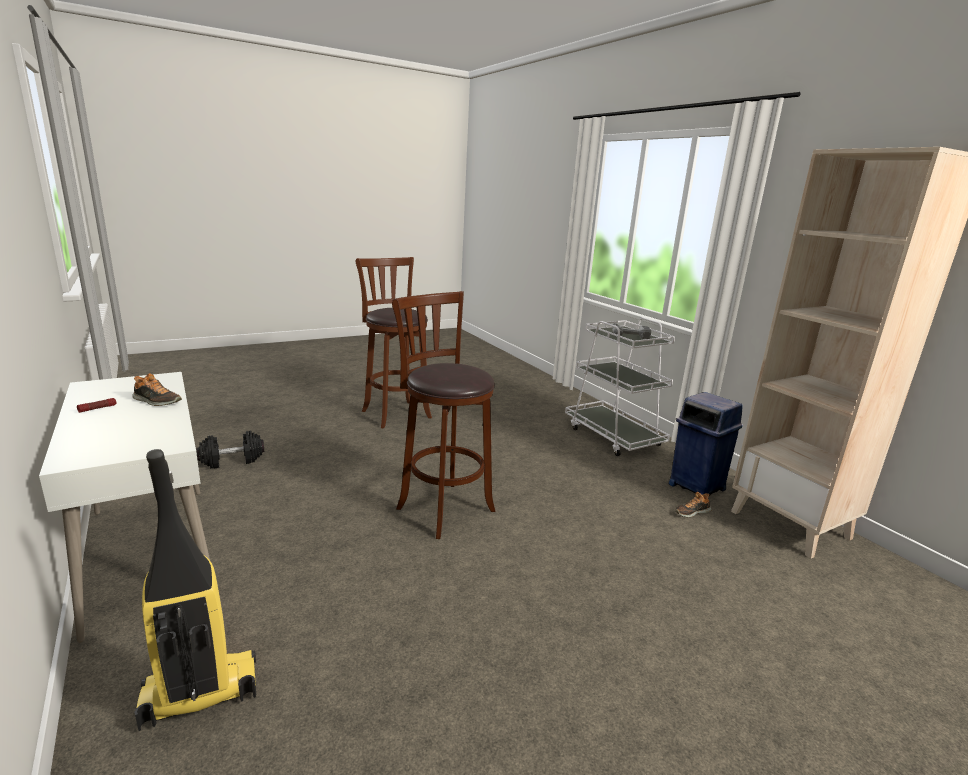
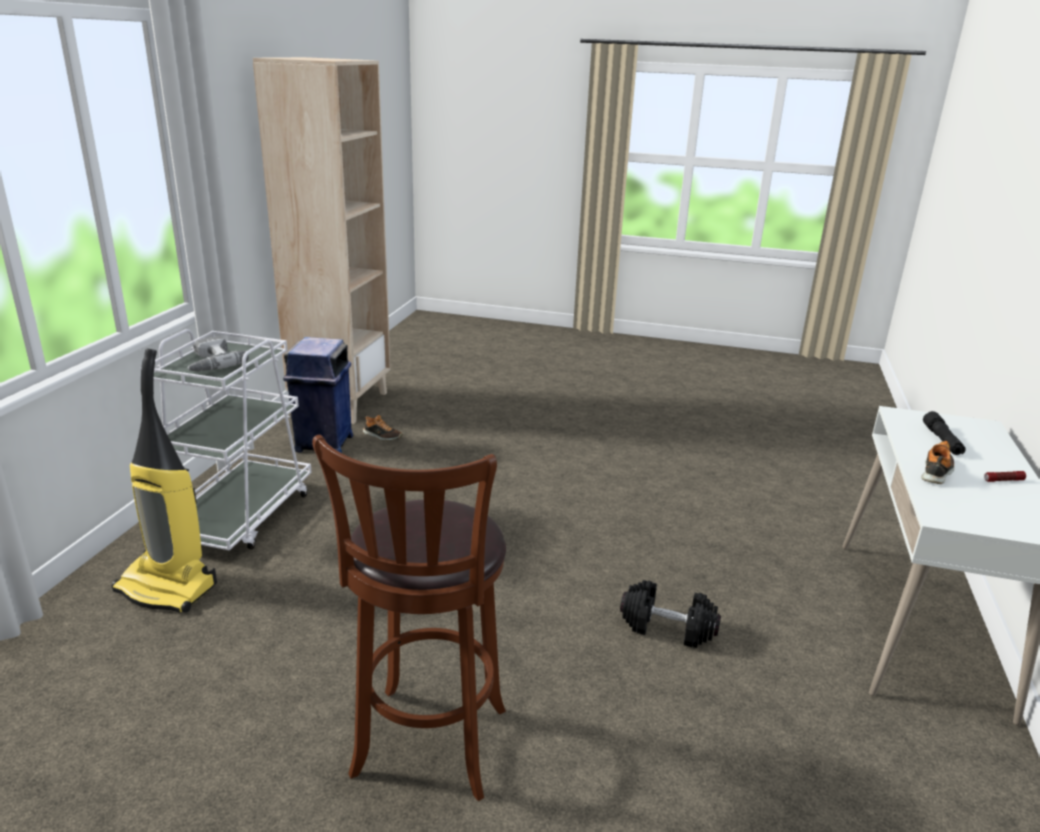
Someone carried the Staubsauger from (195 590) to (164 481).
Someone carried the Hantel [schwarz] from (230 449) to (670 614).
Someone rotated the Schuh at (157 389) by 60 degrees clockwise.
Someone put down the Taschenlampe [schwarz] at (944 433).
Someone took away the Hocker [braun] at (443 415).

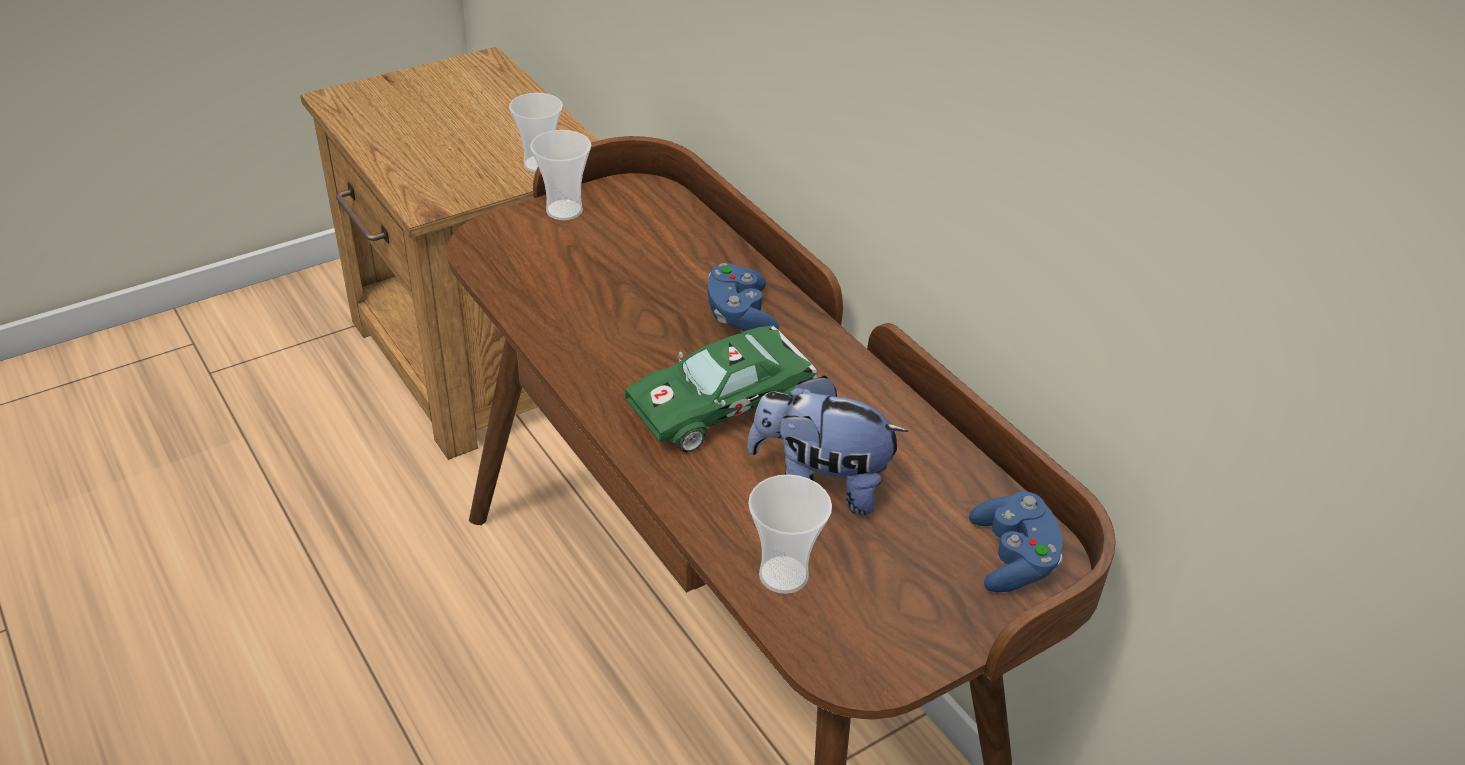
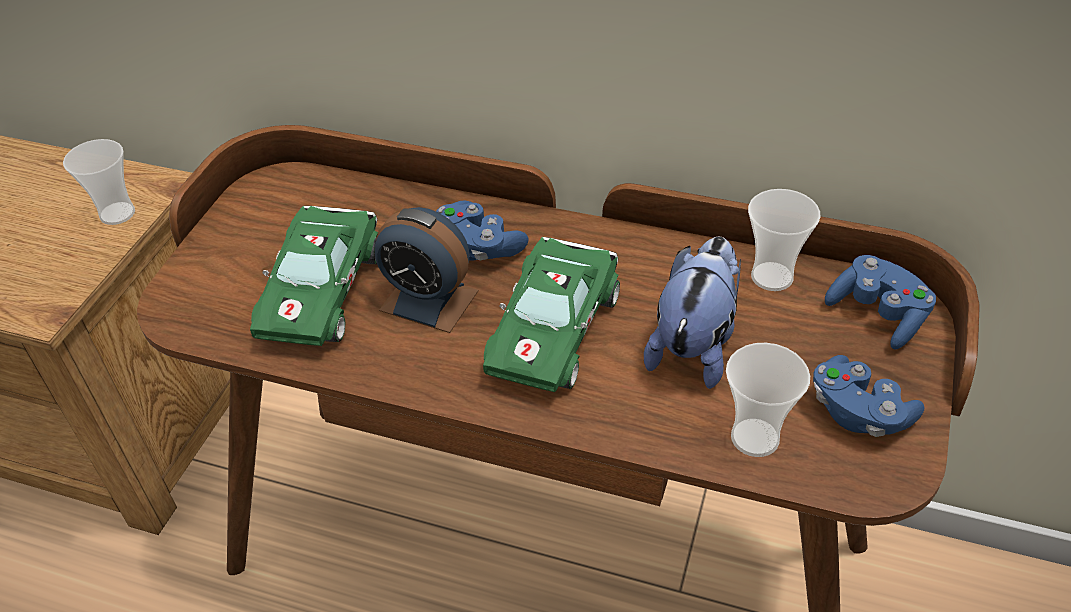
Someone put down the Spielzeugauto [grün] at (314 276).
Someone put down the Wecker at (427 270).
Someone rotated the Plüschtier at (827 445) by 135 degrees clockwise.
Someone carried the Tasse from (560 175) to (784 240).
Someone put down the Gamepad [blau] at (868 396).

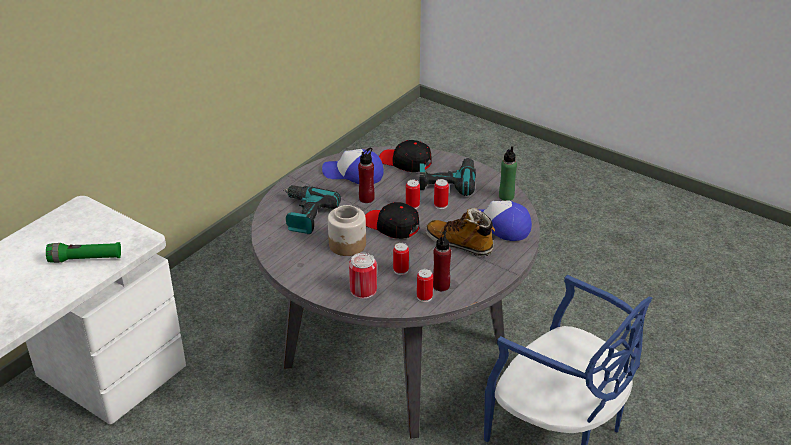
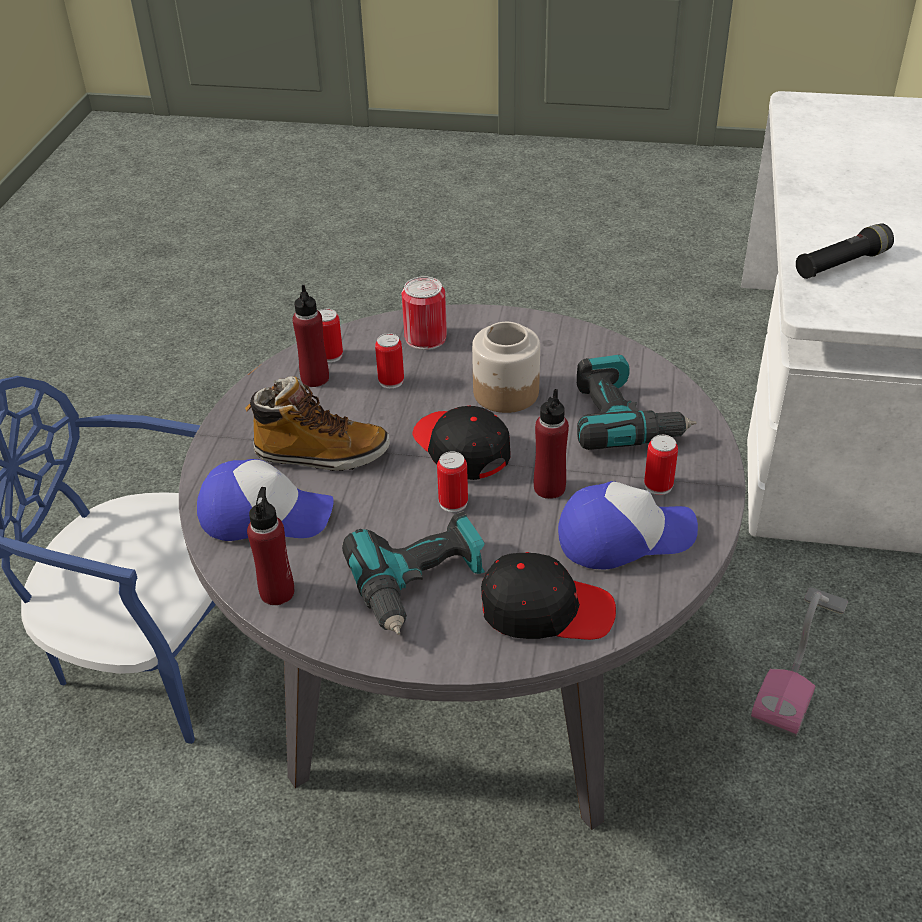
Someone repainted the Flasche [grün] at (508 173), which became the Flasche [rot] at (270 546).
Someone rotated the Kappe [schwarz] at (392 220) by 135 degrees counterclockwise.
Someone carried the Dose from (441 194) to (661 465).
Someone put down the Staubsauger at (799 662).
Someone repainted the Taschenlampe [grün] at (83 252), which became the Taschenlampe [schwarz] at (845 251).

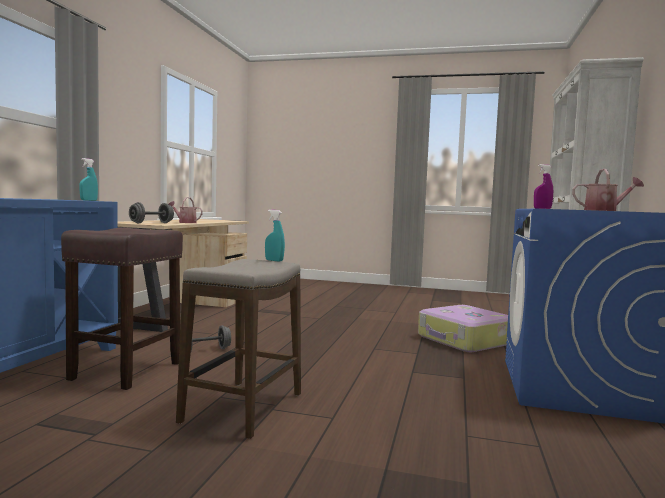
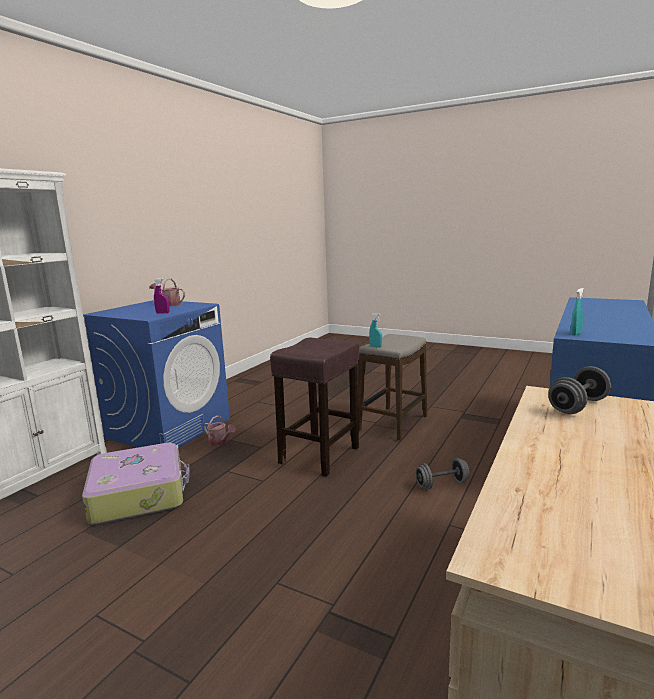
Someone carried the Gießkanne from (185 210) to (220 430).
Someone carried the Hocker [braun] from (122 309) to (314 407).

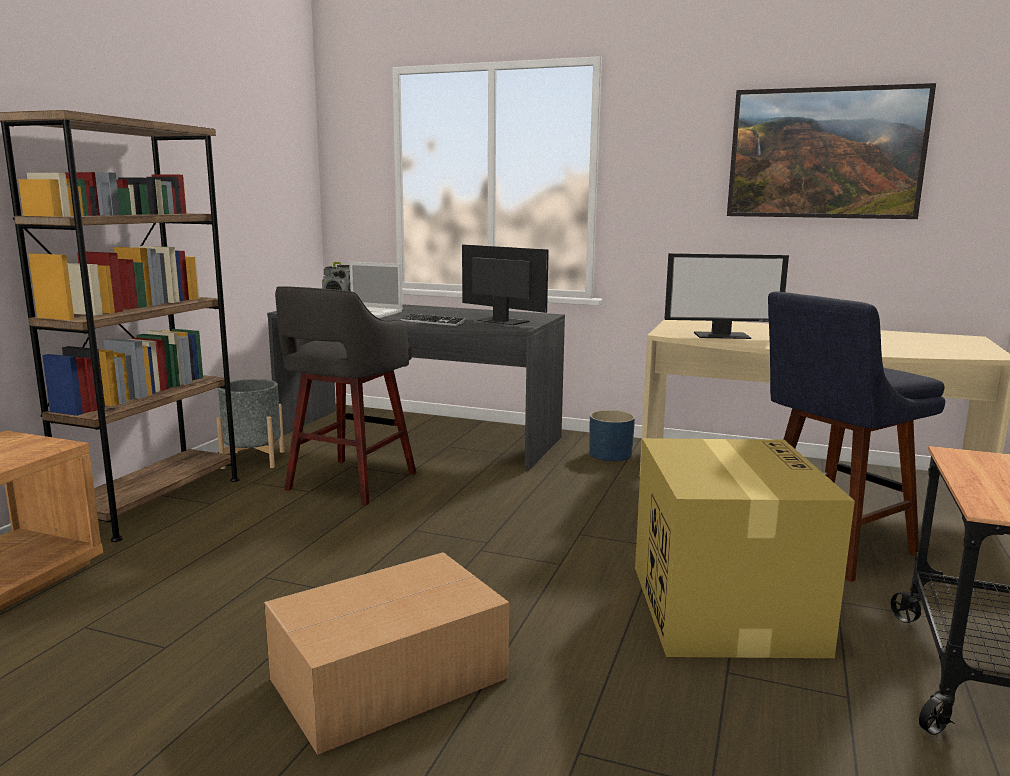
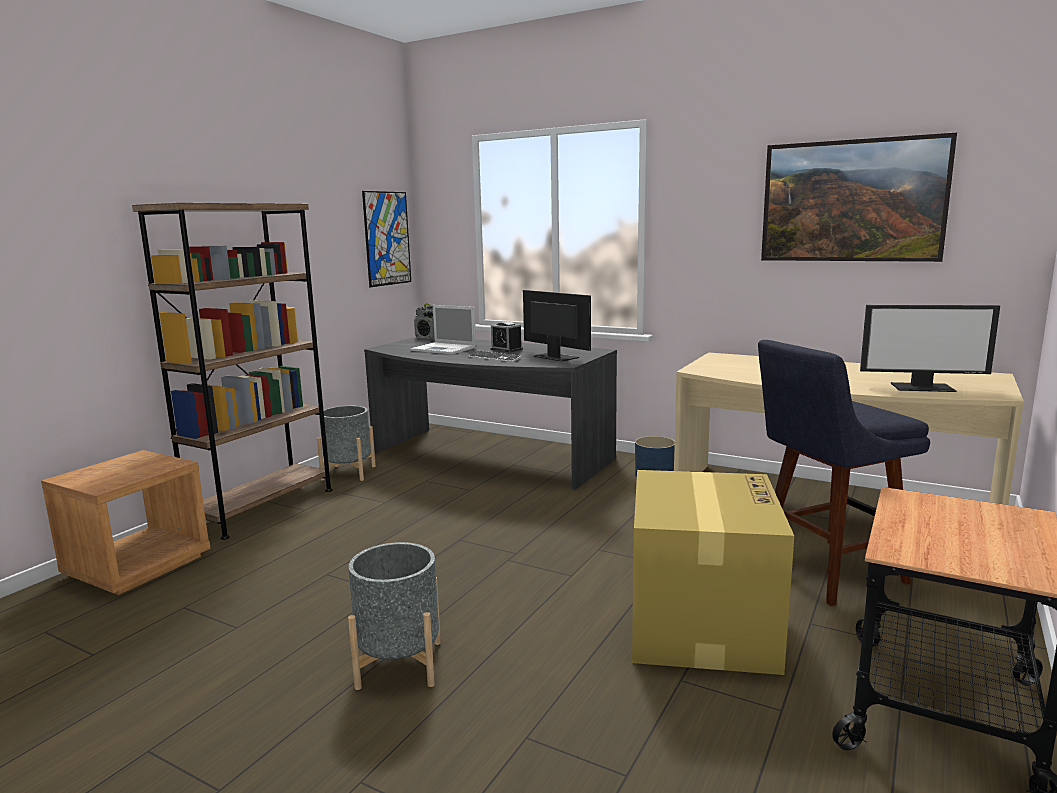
Someone swapped the Karton at (386 653) for the Pflanzkübel [grau] at (394 616).
Someone put up the Bild at (386 239).
Someone put down the Wecker at (507 337).
Someone carried the Monitor from (727 296) to (930 348).
Someone took away the Hocker [grau] at (345 395).

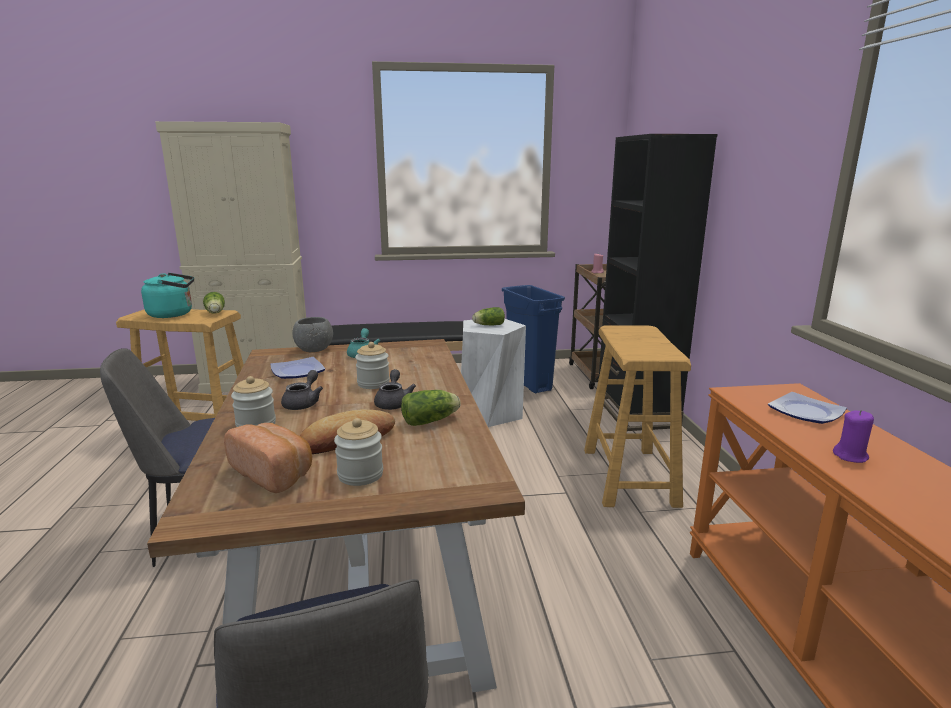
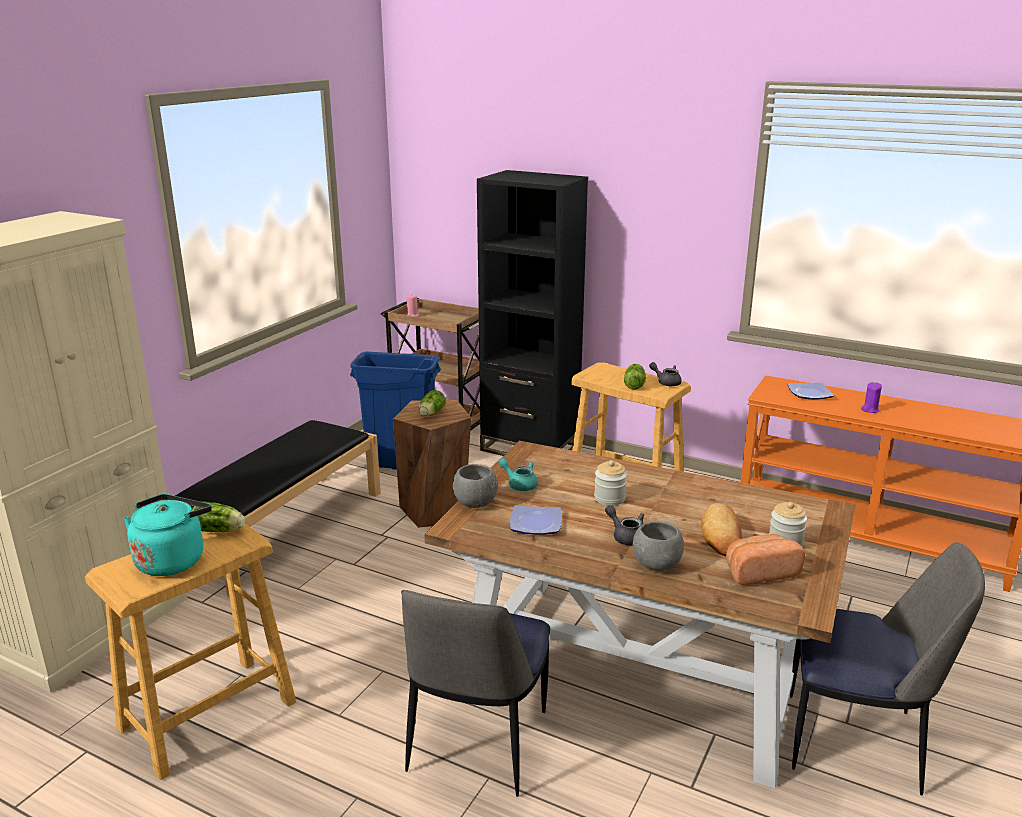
Someone repainted the Hocker [weiß] at (493 373), which became the Hocker [braun] at (432 464).
Someone carried the Salatkopf from (431 408) to (635 376).
Someone swapped the Vorratsglas at (253 401) for the Schüssel [grau] at (658 546).
Someone carried the Teekanne [grau] from (395 389) to (665 374).

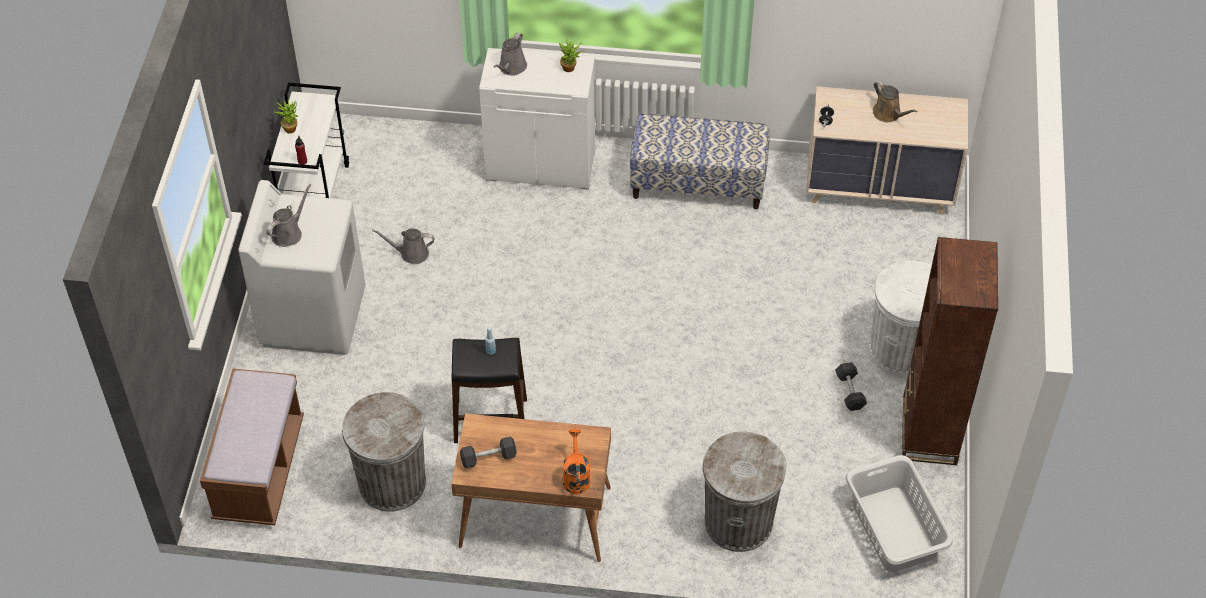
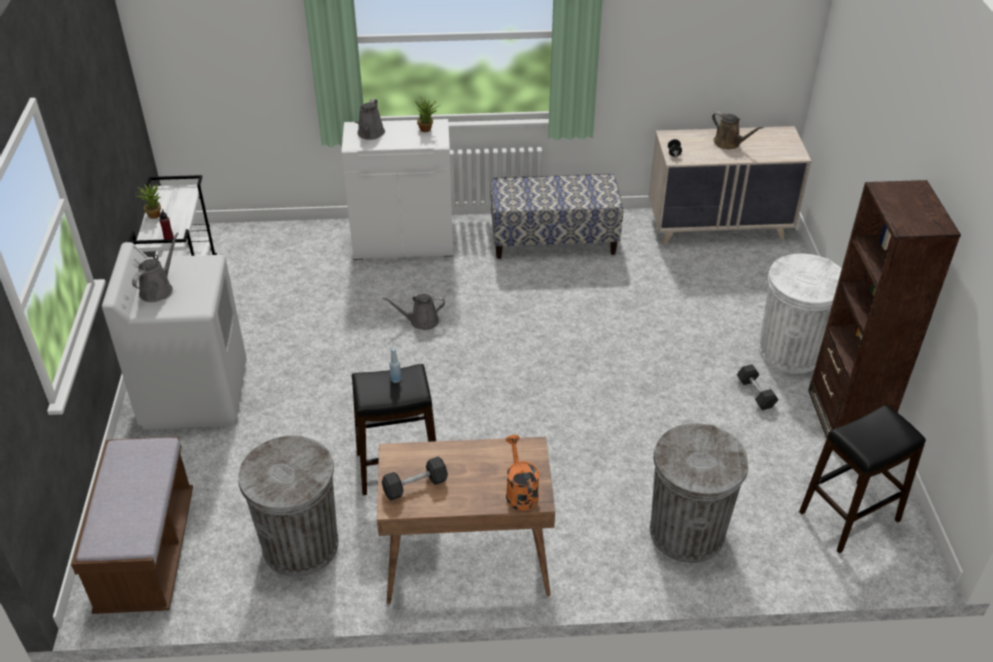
Someone carried the Gießkanne [grau] from (403 246) to (414 312).
Someone swapped the Wäschekorb [grau] at (899 513) for the Hocker [schwarz] at (862 479).

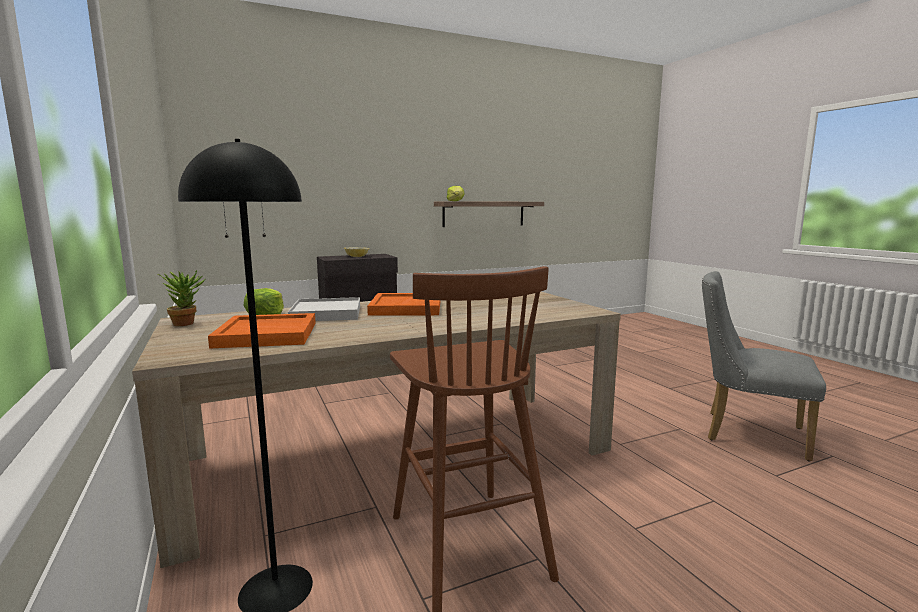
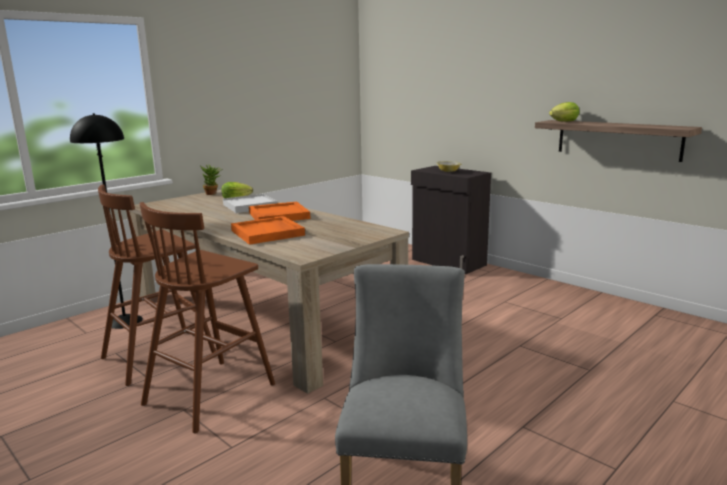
Someone put down the Hocker [braun] at (207 317).
Someone carried the Tablett [orange] from (262 331) to (268 230).

